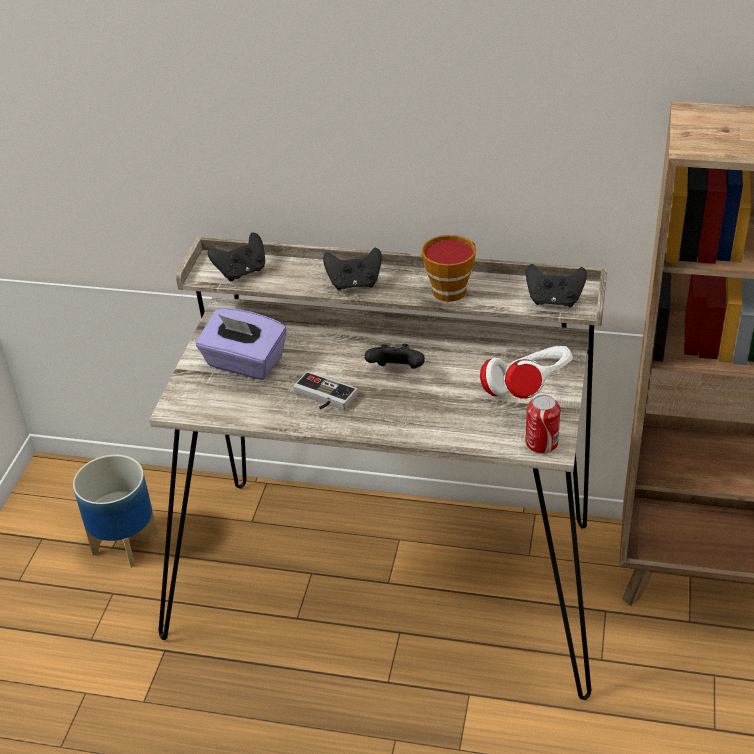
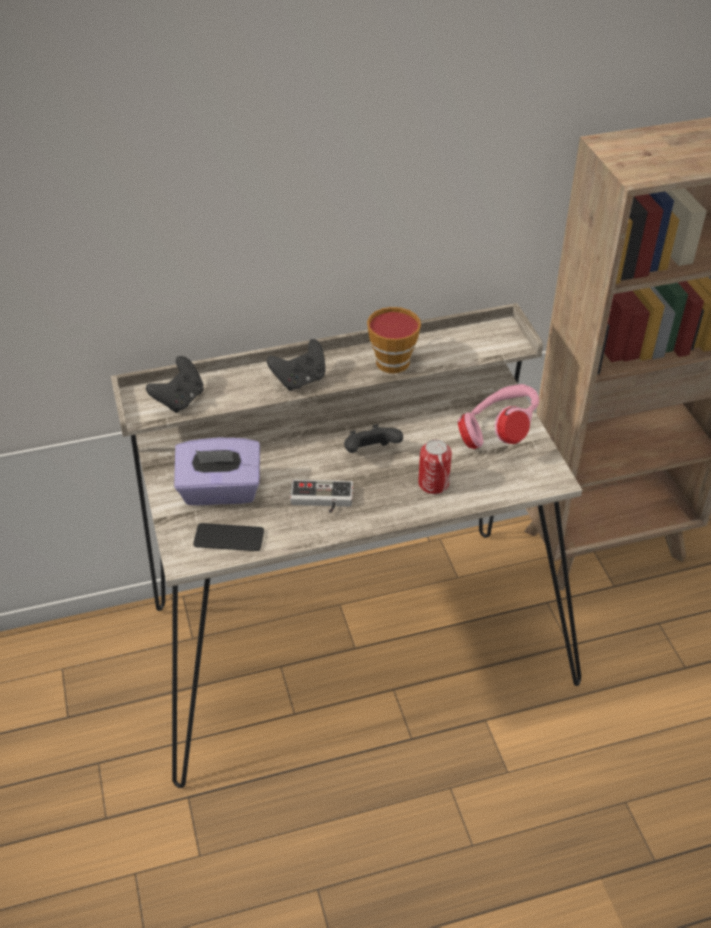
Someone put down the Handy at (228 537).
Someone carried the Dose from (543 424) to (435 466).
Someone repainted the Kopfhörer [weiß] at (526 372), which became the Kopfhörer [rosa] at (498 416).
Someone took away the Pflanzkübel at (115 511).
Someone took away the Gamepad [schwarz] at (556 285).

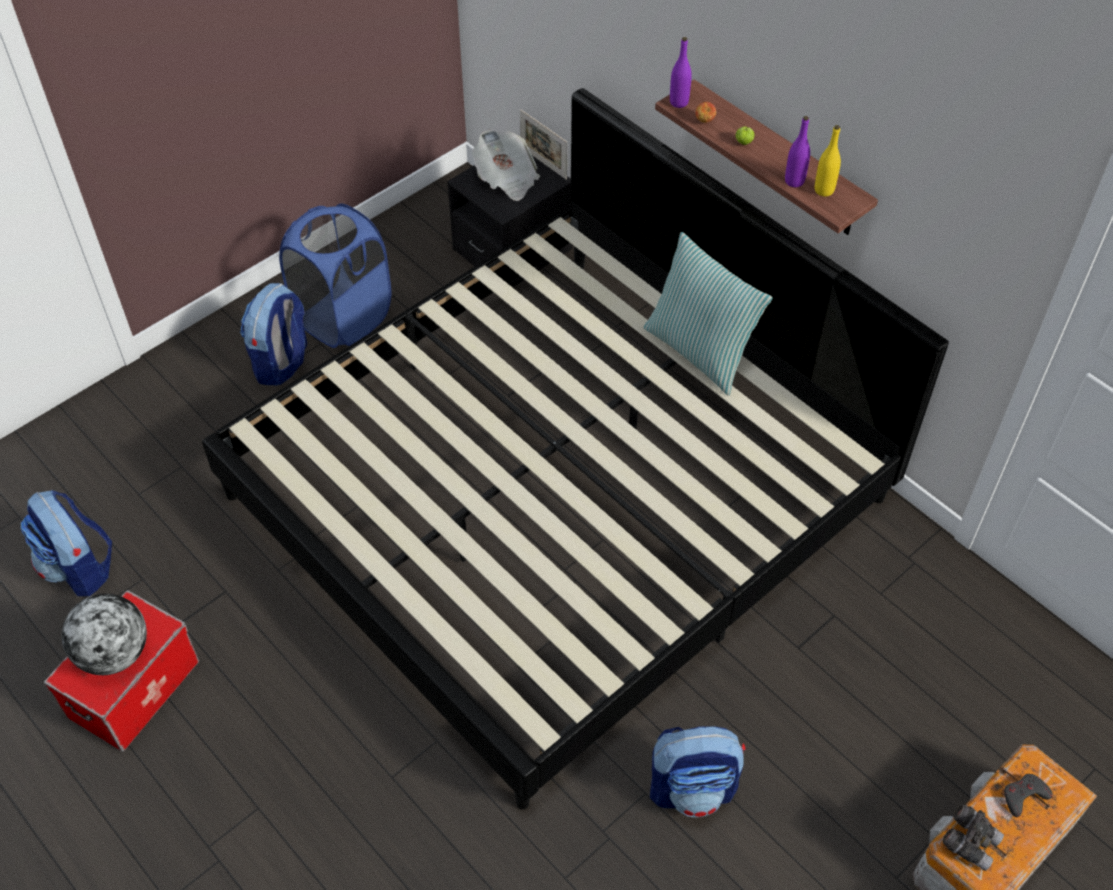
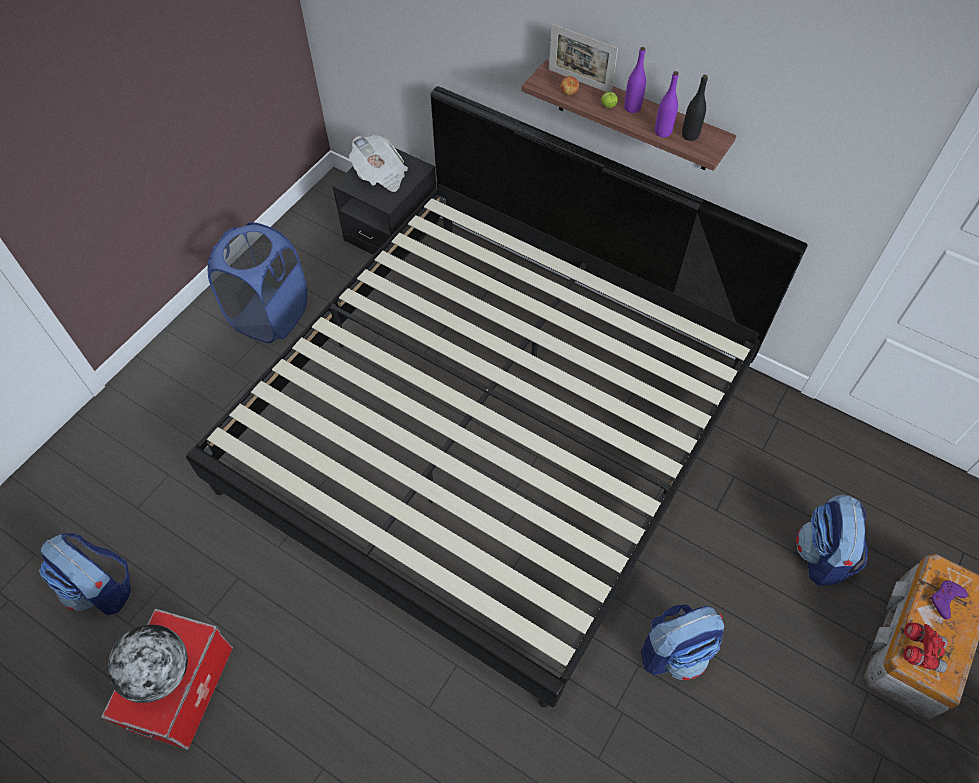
Someone carried the Bilderrahmen from (543 144) to (583 58).
Someone carried the Flasche [lila] from (681 72) to (635 80).
Someone repainted the Flasche [gelb] at (828 161), which became the Flasche [schwarz] at (695 108).
Someone carried the Rucksack from (273 334) to (832 540).
Someone repainted the Fernglas [grau] at (973 837), which became the Fernglas [rot] at (925 647).
Someone repainted the Gamepad [grau] at (1028 795), which became the Gamepad [lila] at (949 600).
Someone took away the Kissen at (708 314).

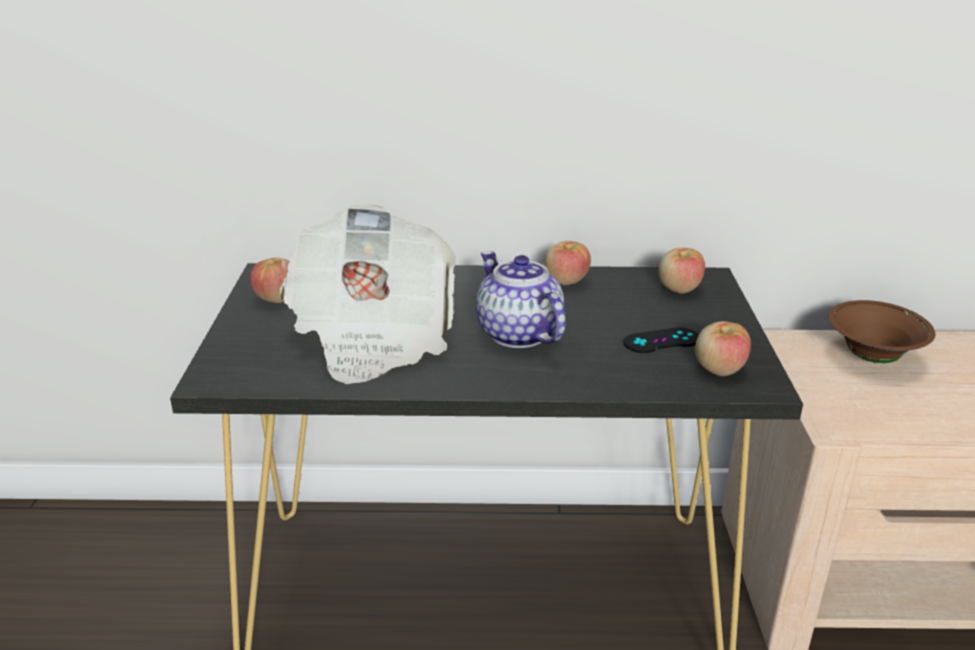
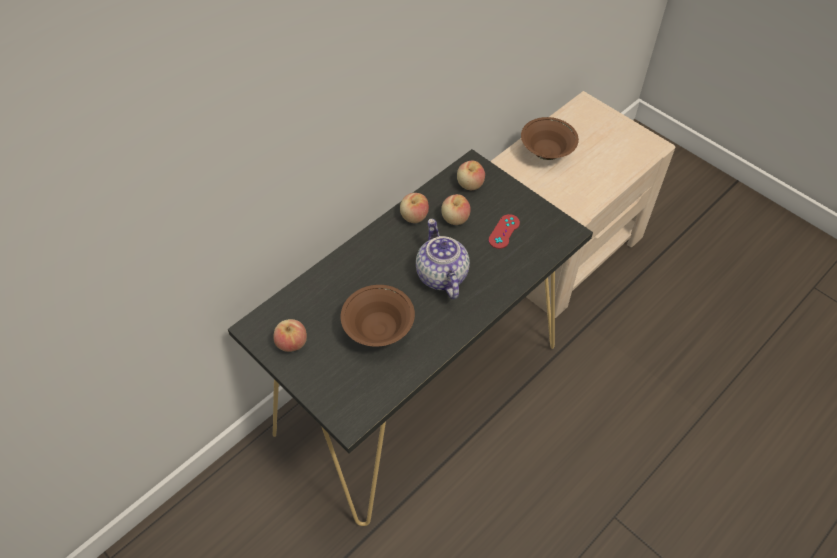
Someone swapped the Zeitung at (368 294) for the Schüssel [braun] at (377 316).
Someone rotated the Teekanne at (521 299) by 60 degrees clockwise.
Someone carried the Apfel from (723 348) to (456 209).
Someone repainted the Gamepad [schwarz] at (661 340), which became the Gamepad [rot] at (504 231).

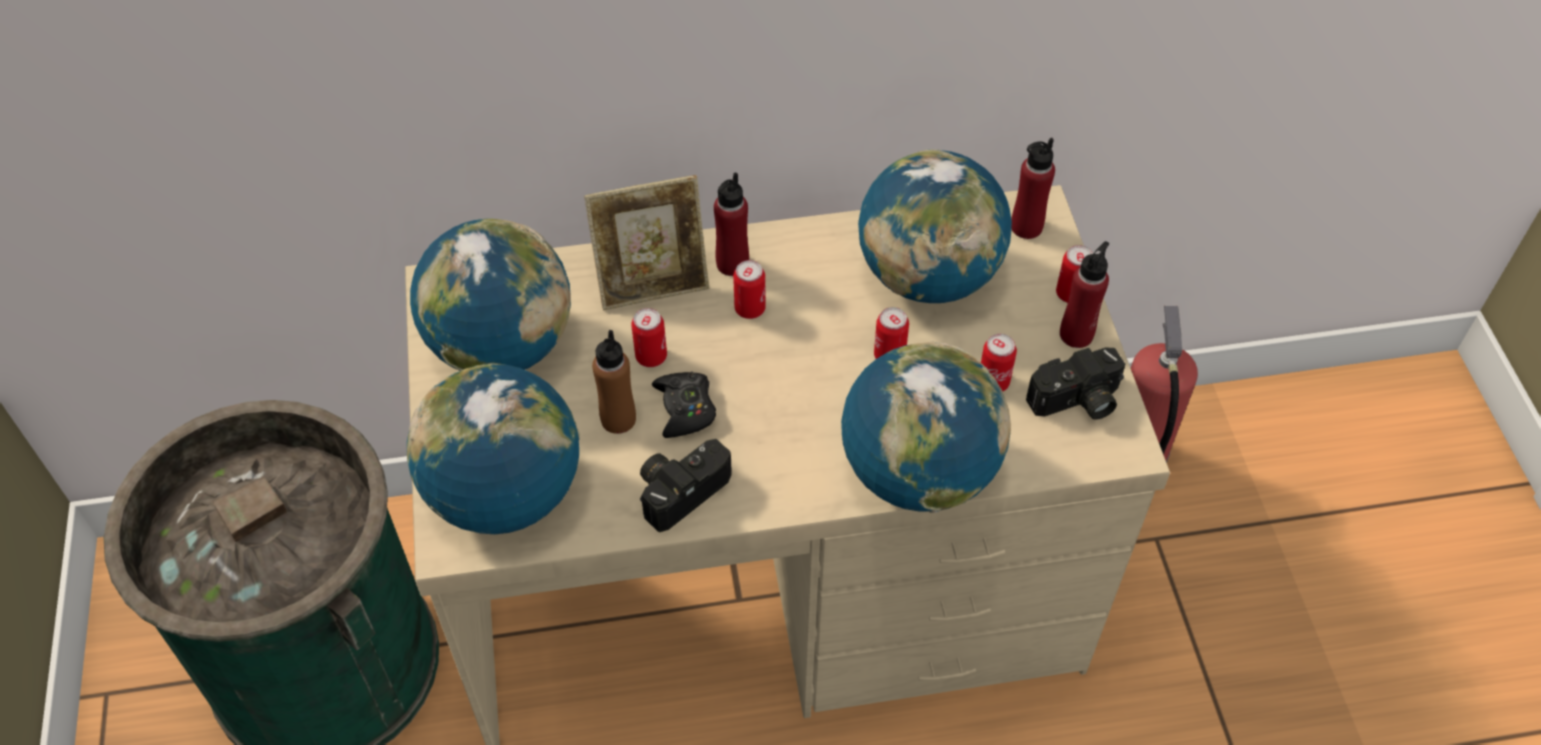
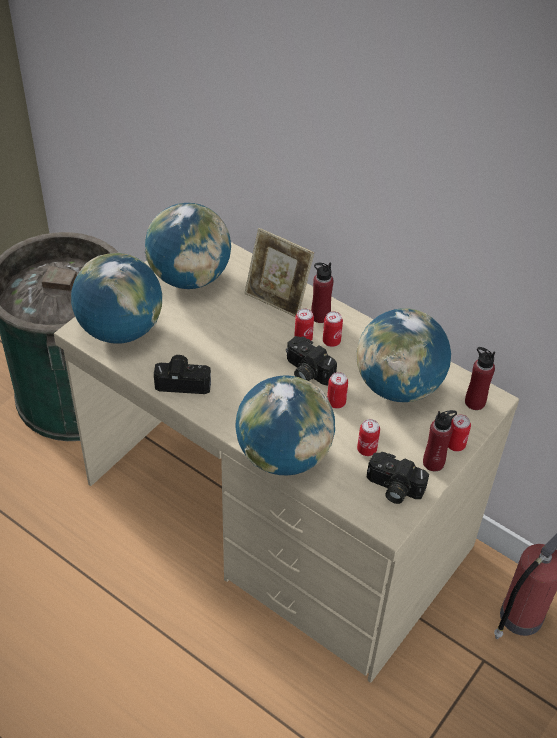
Someone put down the Kamera at (311 361).
Someone carried the Dose from (649 337) to (333 329).
Someone took away the Flasche [braun] at (614 382).
Someone took away the Gamepad [schwarz] at (684 405).

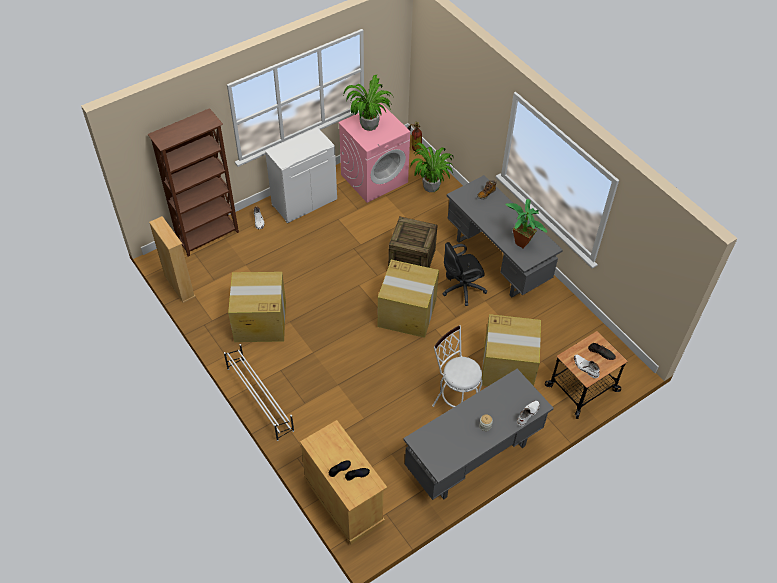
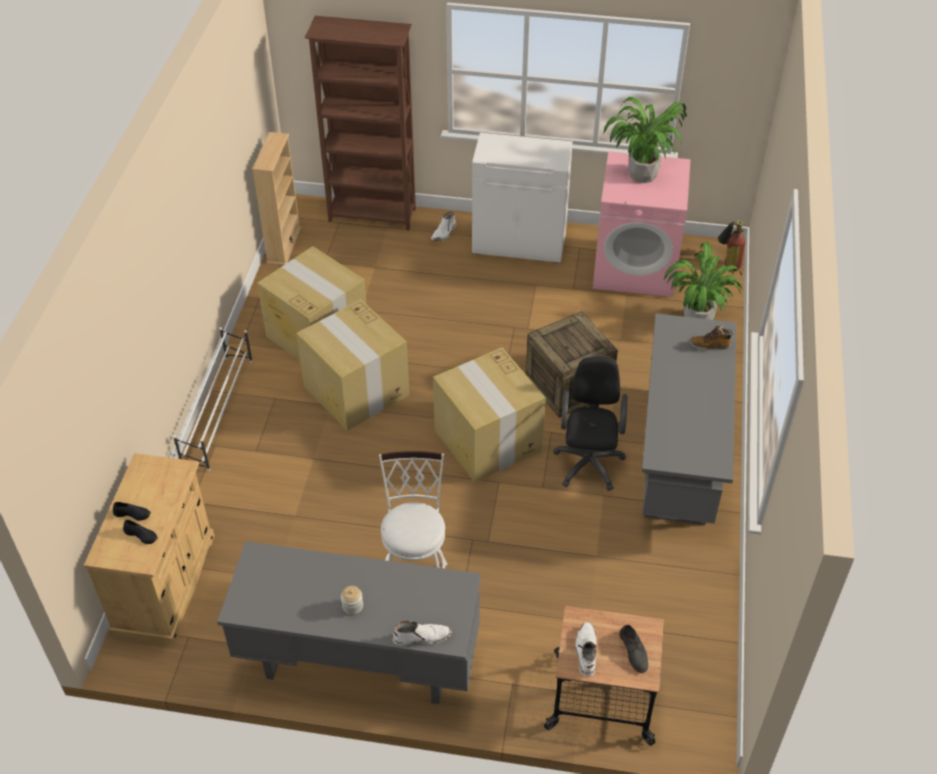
Someone carried the Karton from (511 350) to (353 365).
Someone rotated the Bürostuhl [schwarz] at (464 274) by 75 degrees clockwise.
Someone took away the Topfpflanze at (527 223).

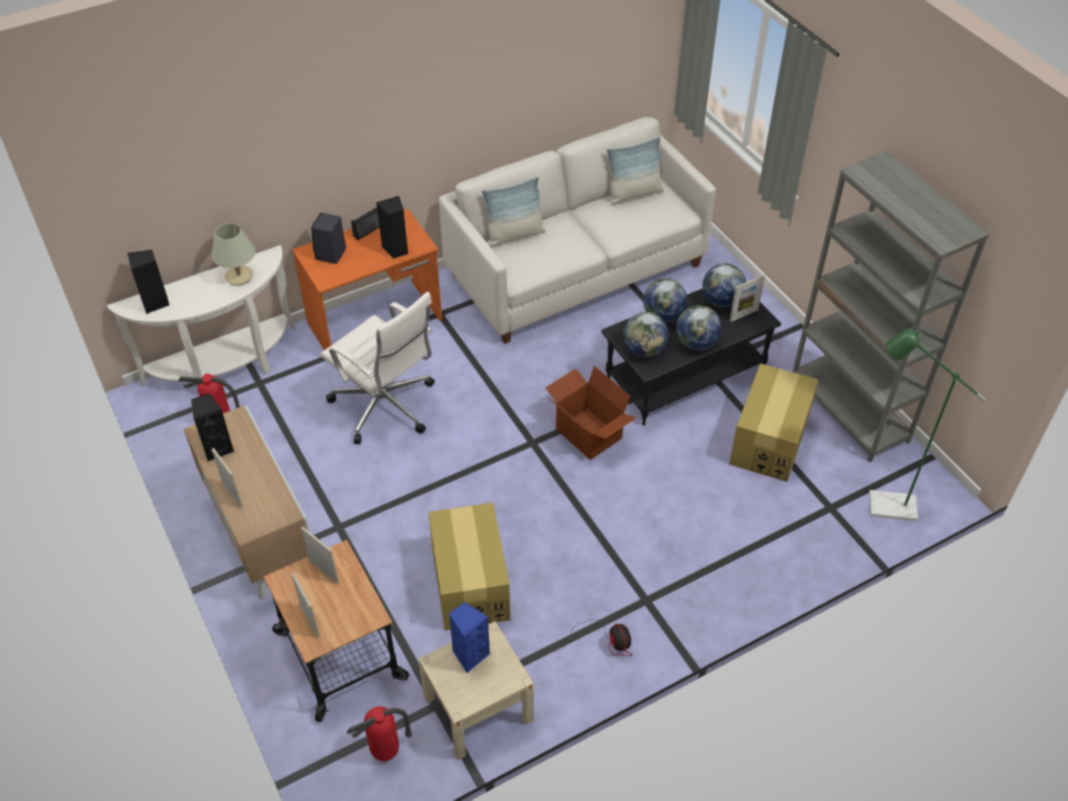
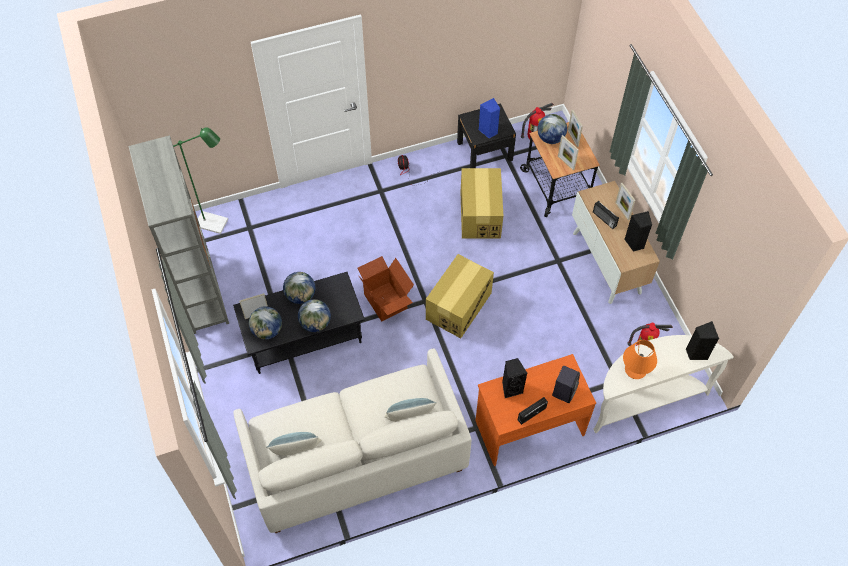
Someone carried the Karton from (773 422) to (460 296).
Someone repainted the Nachttisch [beige] at (476 690), which became the Nachttisch [schwarz] at (486 135).
Someone carried the Globus from (645 334) to (552 129).
Someone put down the Radio at (606 215).
Someone repainted the Tischlampe [beige] at (233 254), which became the Tischlampe [orange] at (640 359).
Someone took away the Bürostuhl [weiß] at (378 368).

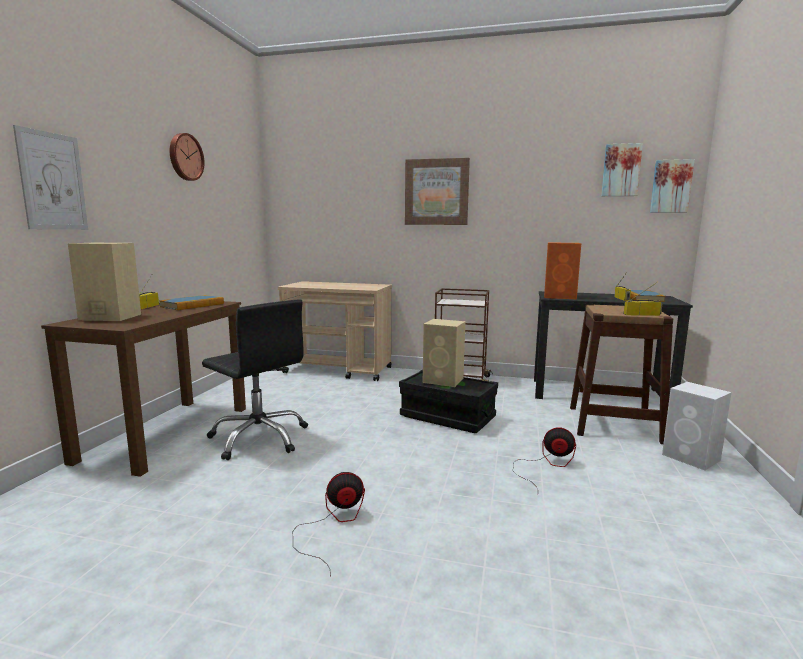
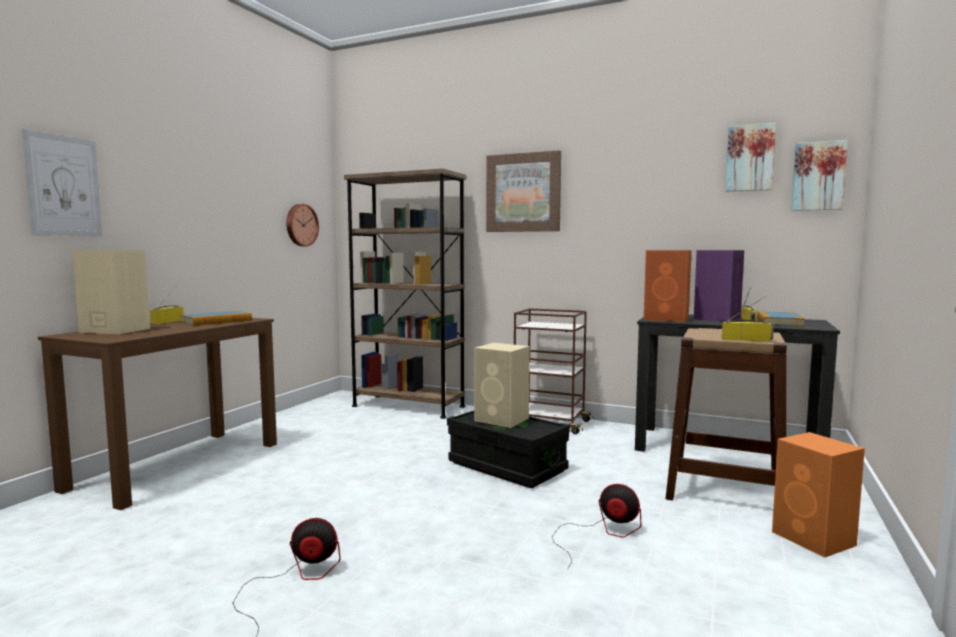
Someone carried the Wanduhr from (187 157) to (302 225).
Someone swapped the Rollwagen [beige] at (335 331) for the Bücherregal [braun] at (405 294).
Someone put down the Lautsprecher [lila] at (719 286).
Someone repainted the Lautsprecher [weiß] at (697 426), which became the Lautsprecher [orange] at (818 495).
Someone took away the Bürostuhl [schwarz] at (255 380).

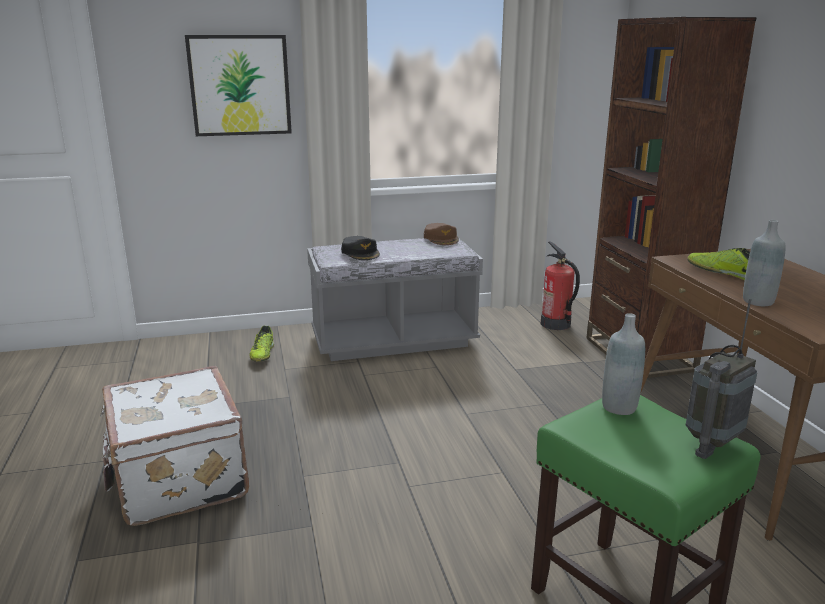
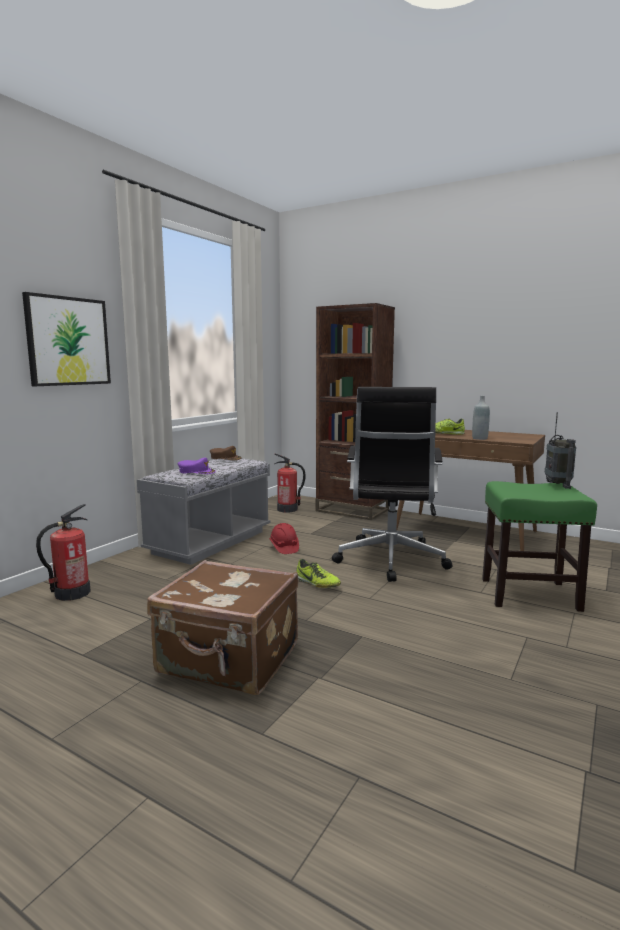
Someone put down the Feuerlöscher at (63 552).
Someone repainted the Koffer [weiß] at (174 446), which became the Koffer [braun] at (223 627).
Someone repainted the Kappe [schwarz] at (360 248), which became the Kappe [lila] at (196 465).
Someone put down the Schutzhelm [rot] at (284 538).
Someone carried the Schuh from (261 343) to (319 573).
Someone put down the Bürostuhl [schwarz] at (392 484).
Someone took away the Flasche [grau] at (623 364).

